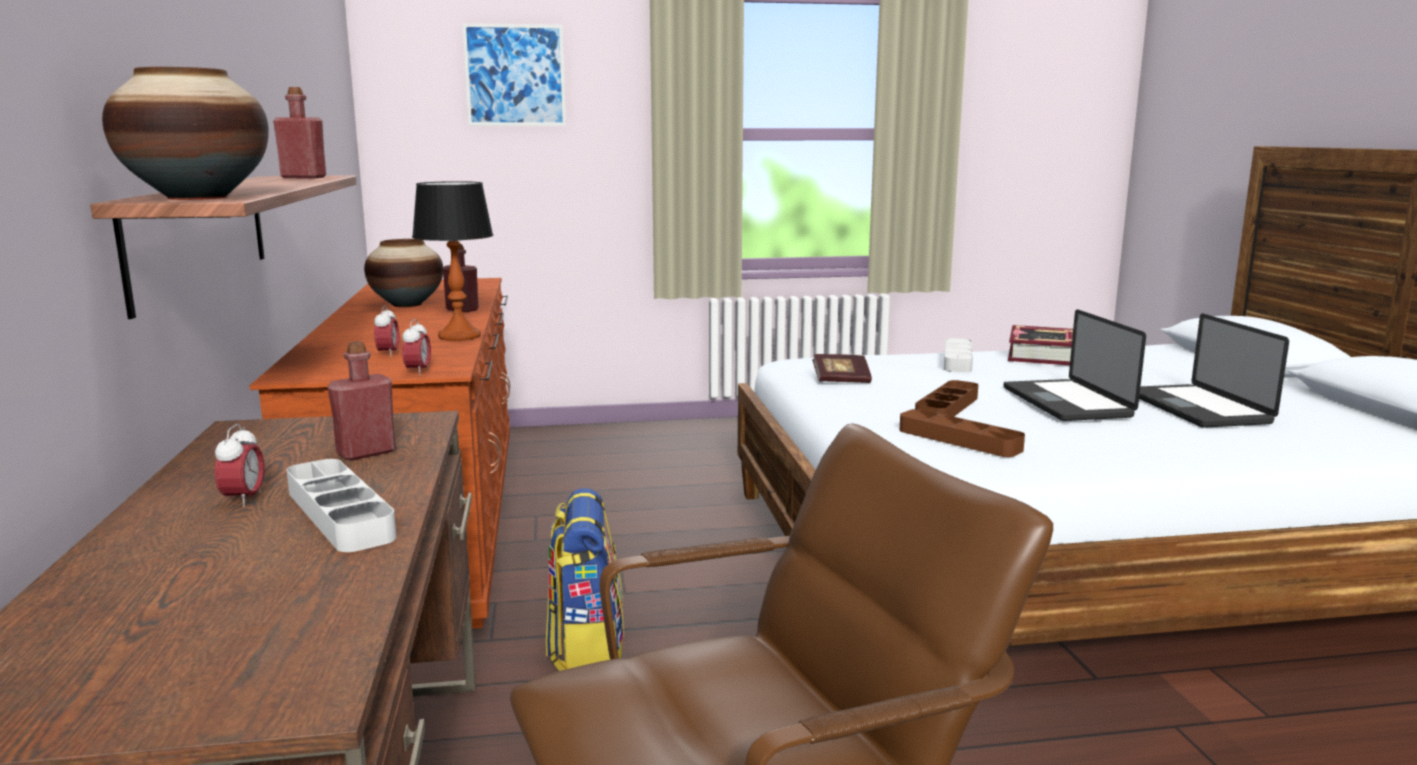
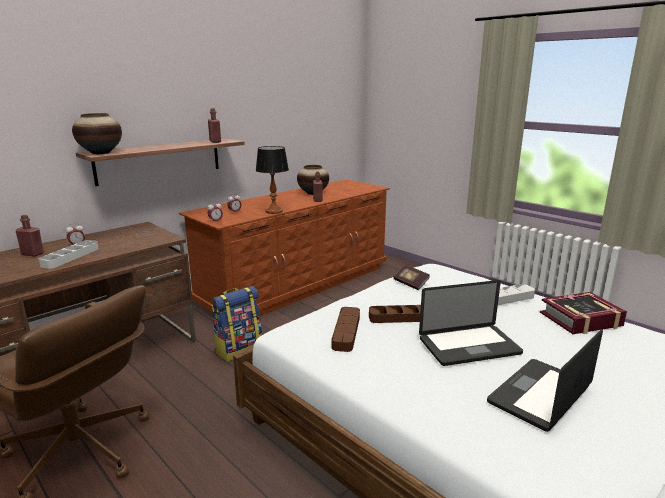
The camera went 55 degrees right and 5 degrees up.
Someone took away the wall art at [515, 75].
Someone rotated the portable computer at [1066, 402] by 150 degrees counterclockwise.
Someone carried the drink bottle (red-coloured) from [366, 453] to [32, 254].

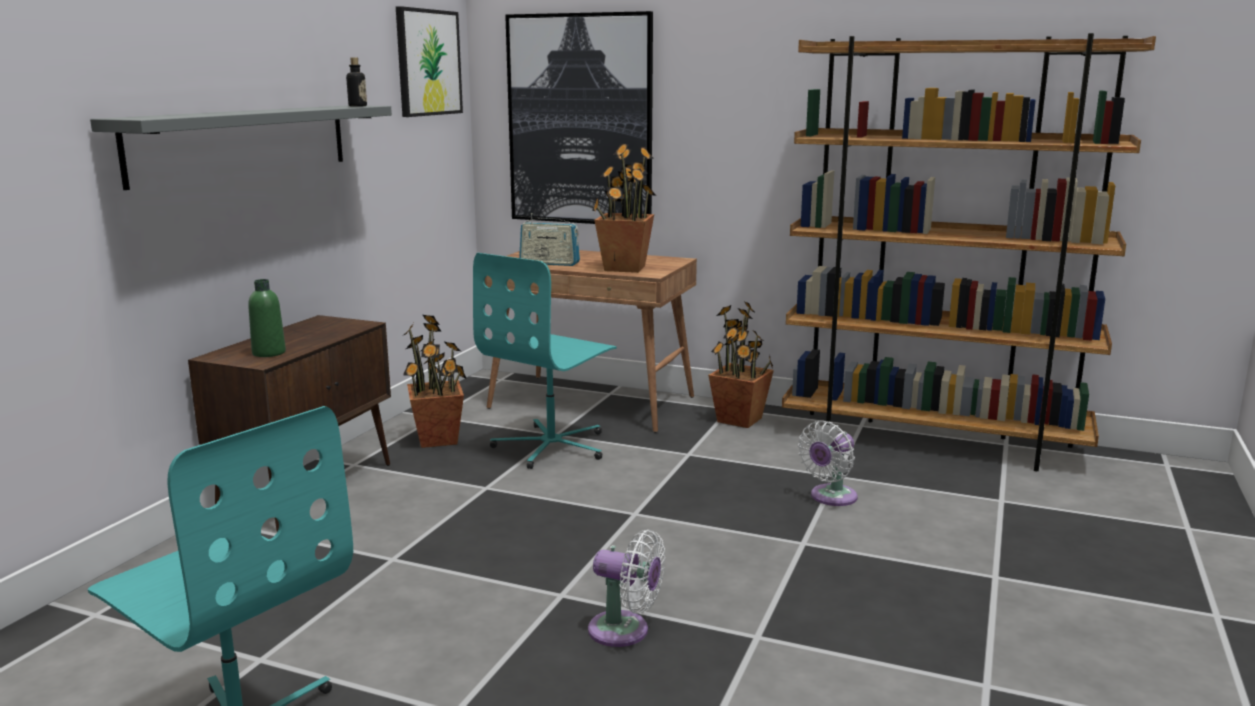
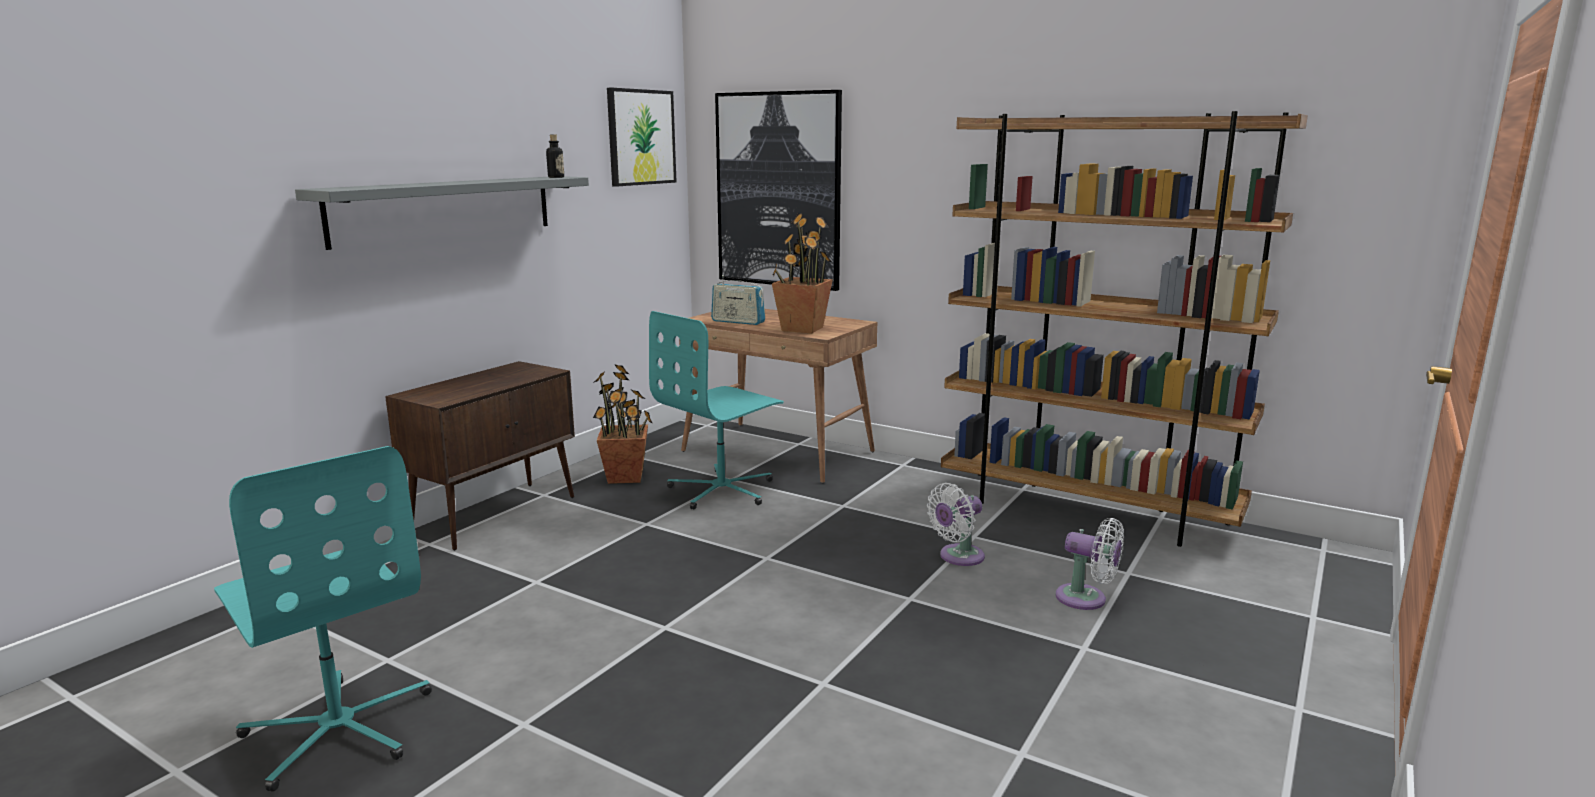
The camera went 10 degrees right and 0 degrees up.
Someone took away the drink bottle (greenish) at [269, 353].
Someone took away the plant in a pot at [739, 420].
Someone carried the fan (white-coloured) from [624, 631] to [1086, 599].

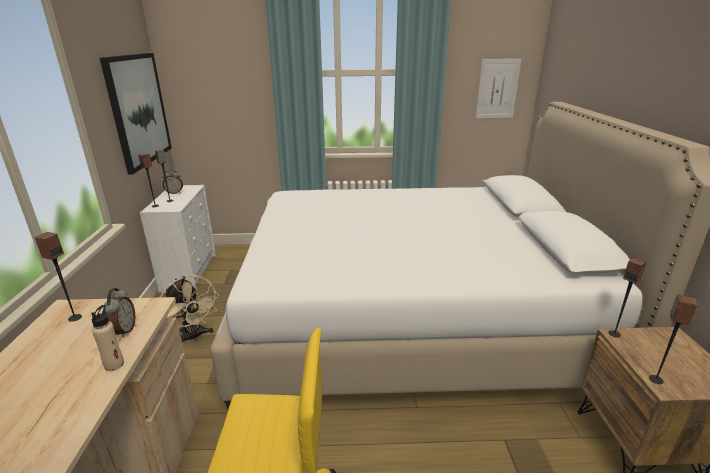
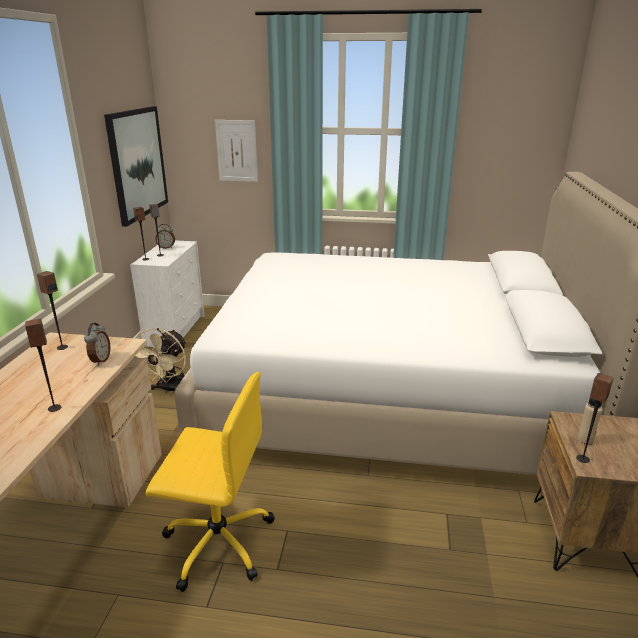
The camera went 10 degrees right and 0 degrees up.
Someone carried the wall art from [497, 89] to [237, 151].
Someone carried the loudspeaker from [614, 334] to [55, 408].
Someone rotated the fan (sand-coloured) at [193, 337] by 45 degrees clockwise.
Someone carried the drink bottle (sand-coloured) from [114, 364] to [585, 440].

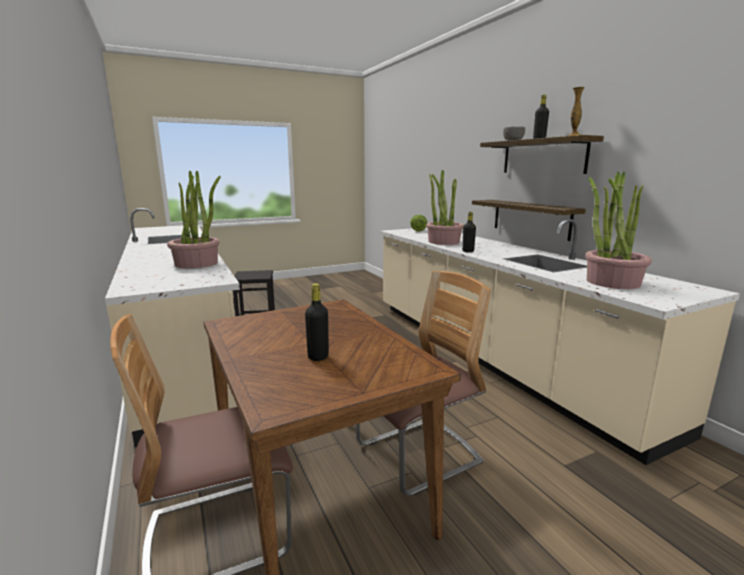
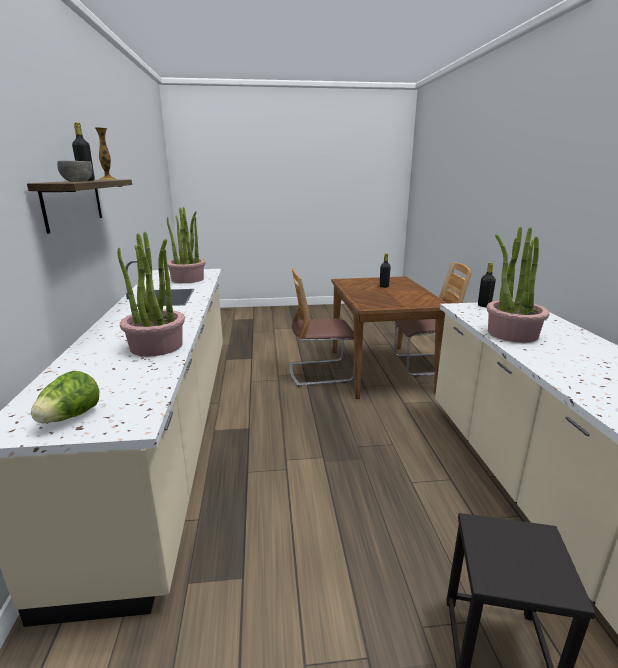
The camera went 160 degrees left and 5 degrees up.
Someone took away the wall shelf at [530, 218].
Someone carried the drink bottle (black-coloured) from [468, 251] to [484, 306].

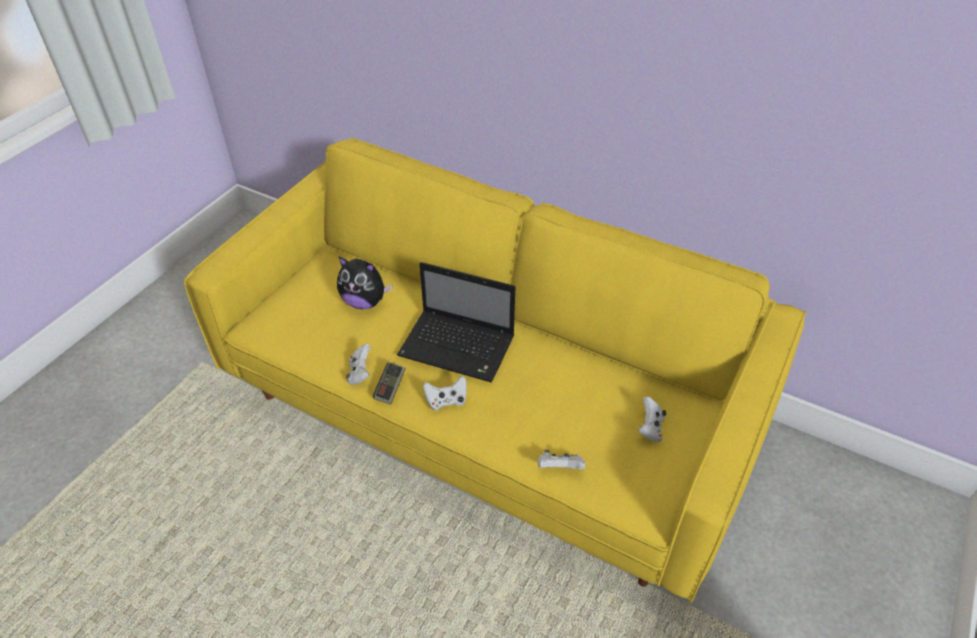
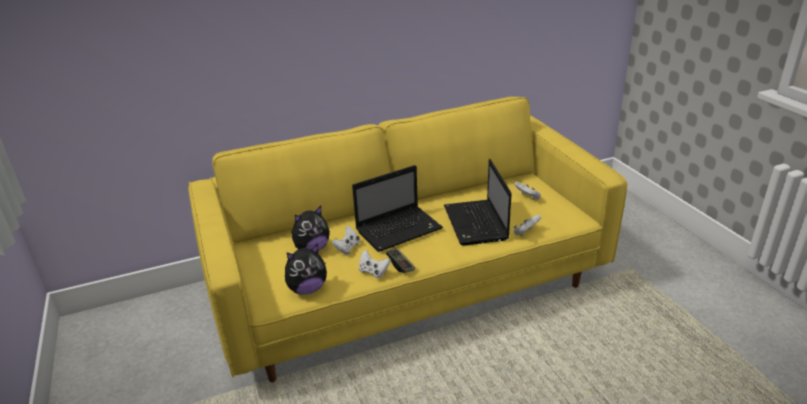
The camera went 50 degrees left and 15 degrees down.
Someone carried the game controller (white-coloured) from [446, 401] to [347, 248].
Someone put down the portable computer at [476, 224].
Someone put down the soft toy at [307, 289].

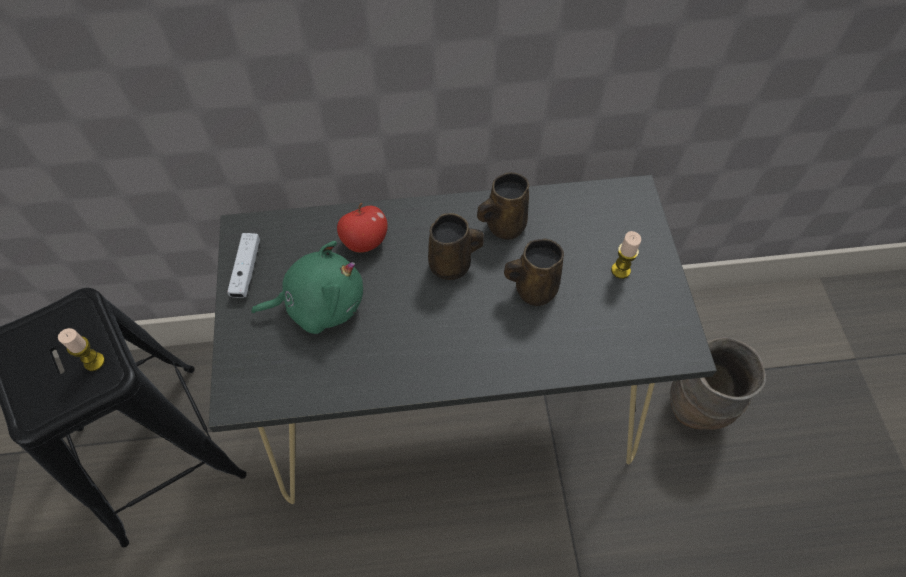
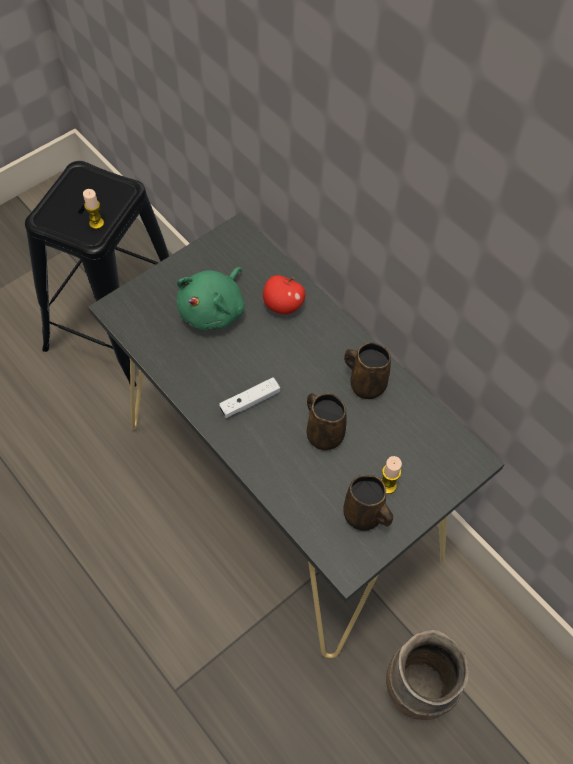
The camera went 55 degrees right and 0 degrees up.
Someone carried the mug (brownish) from [452, 265] to [364, 516].
Someone carried the game controller (white-coloured) from [246, 270] to [250, 401].
Someone rotated the soft toy (greenish) at [320, 304] by 75 degrees clockwise.

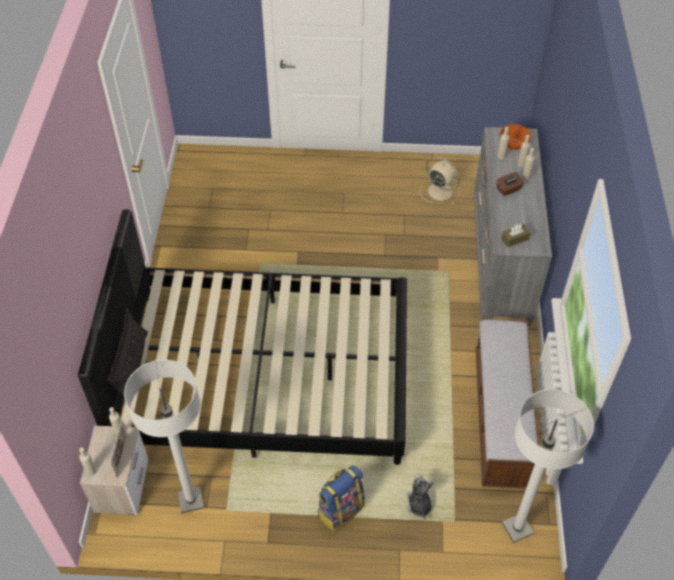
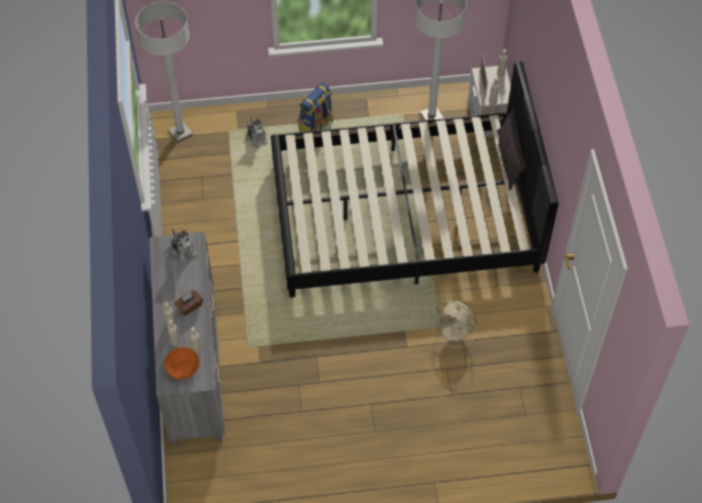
The camera went 170 degrees right and 5 degrees up.
Someone carried the fan (sand-coloured) from [439, 191] to [455, 329].
Someone swapped the tissue box (brownish) at [514, 239] for the soft toy at [184, 250].
Someone took away the indoor bench at [501, 418].

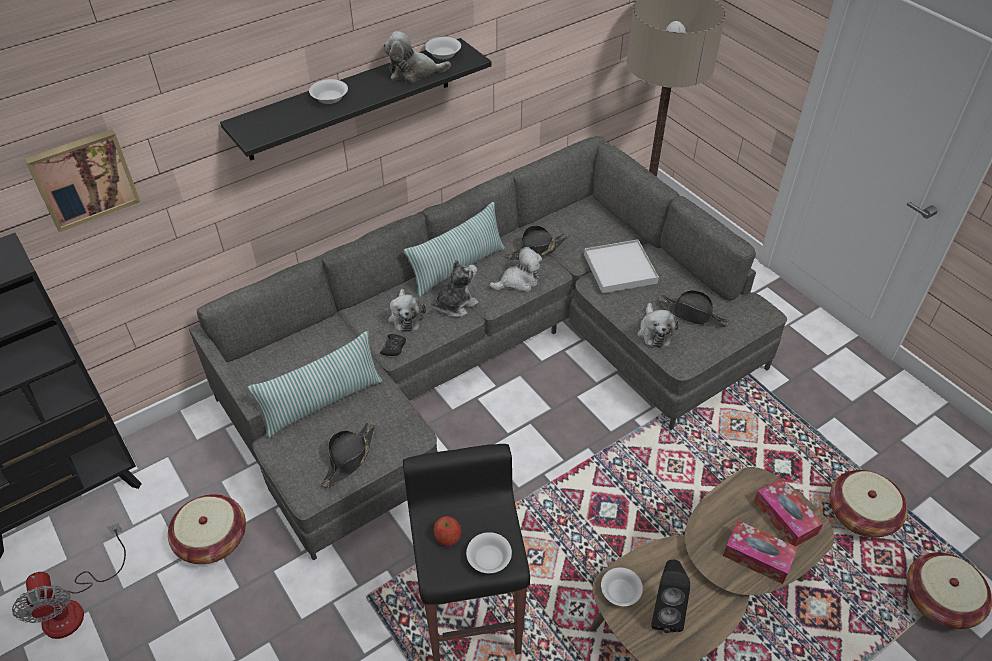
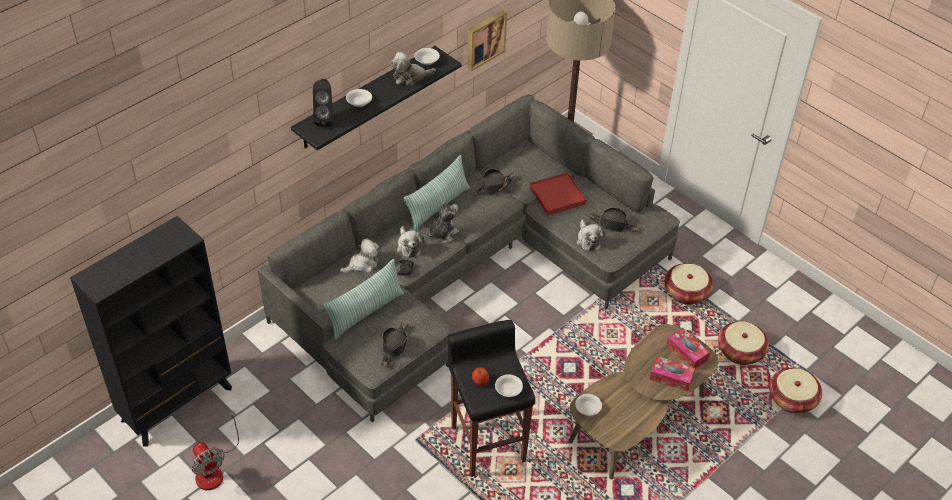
The camera went 10 degrees left and 0 degrees up.
Someone carried the wall art from [83, 178] to [485, 39].
Someone repainted the serving tray (white-coloured) at [620, 269], which became the serving tray (red-coloured) at [557, 196].
Someone carried the soft toy from [518, 281] to [362, 264].
Someone carried the basket from [212, 540] to [686, 292].
Someone carried the loudspeaker (black-coloured) from [665, 611] to [325, 119].

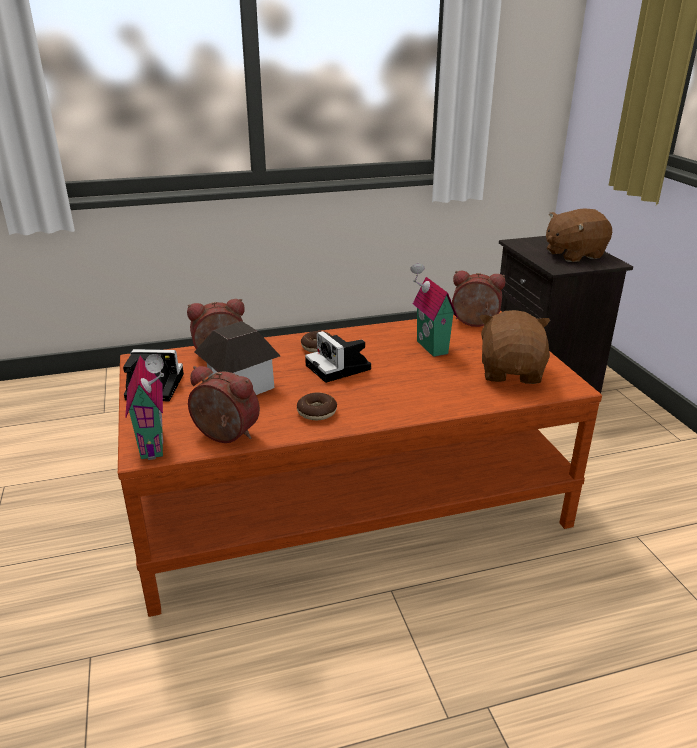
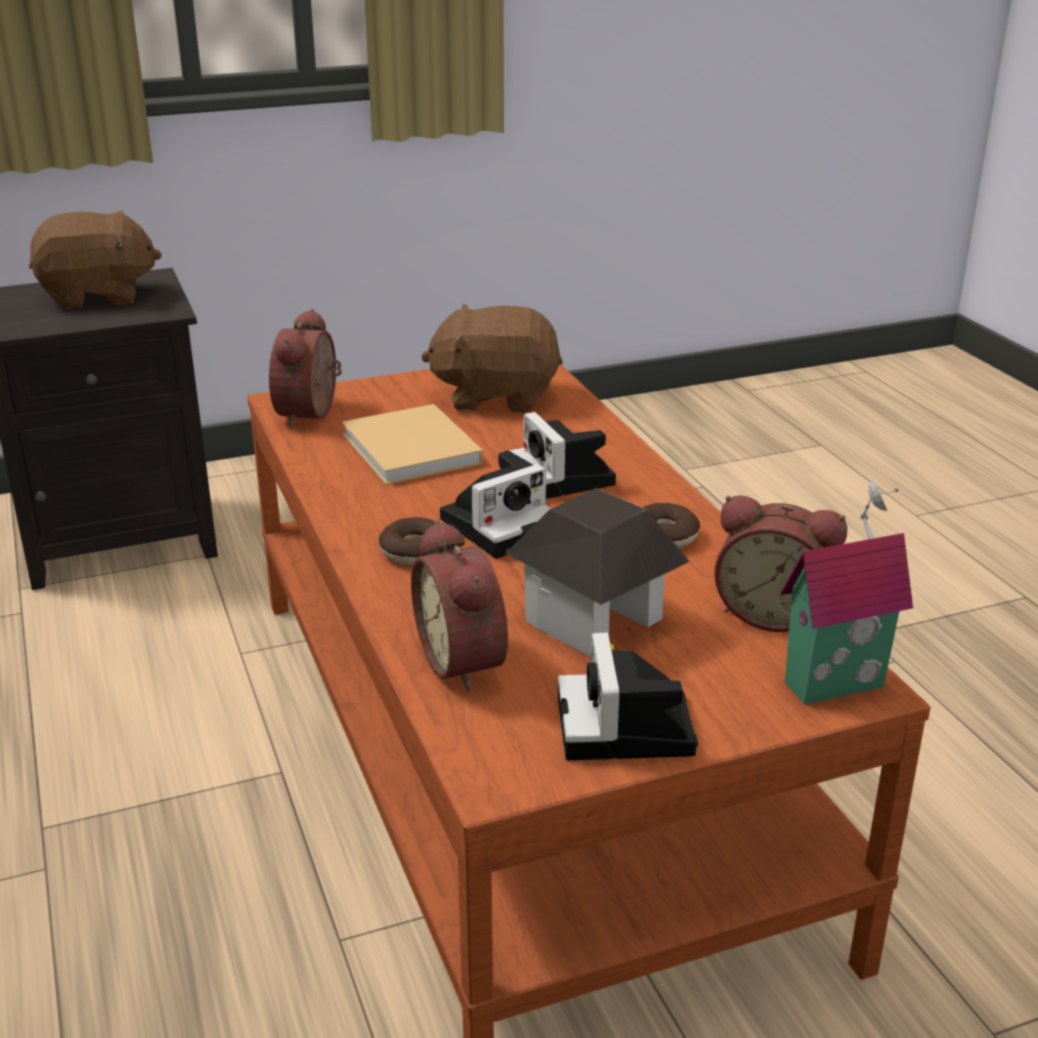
The camera went 95 degrees left and 0 degrees up.
Someone rotated the soft toy (brownish) at [573, 254] by 75 degrees counterclockwise.
Someone swapped the toy house at [429, 347] for the book (sand-coloured) at [412, 451].
Someone rotated the table clock at [224, 436] by 90 degrees counterclockwise.
Someone put down the photo camera at [561, 479].

